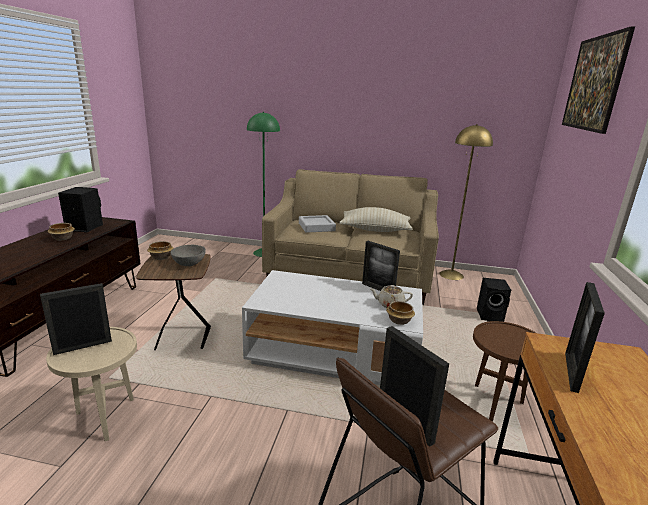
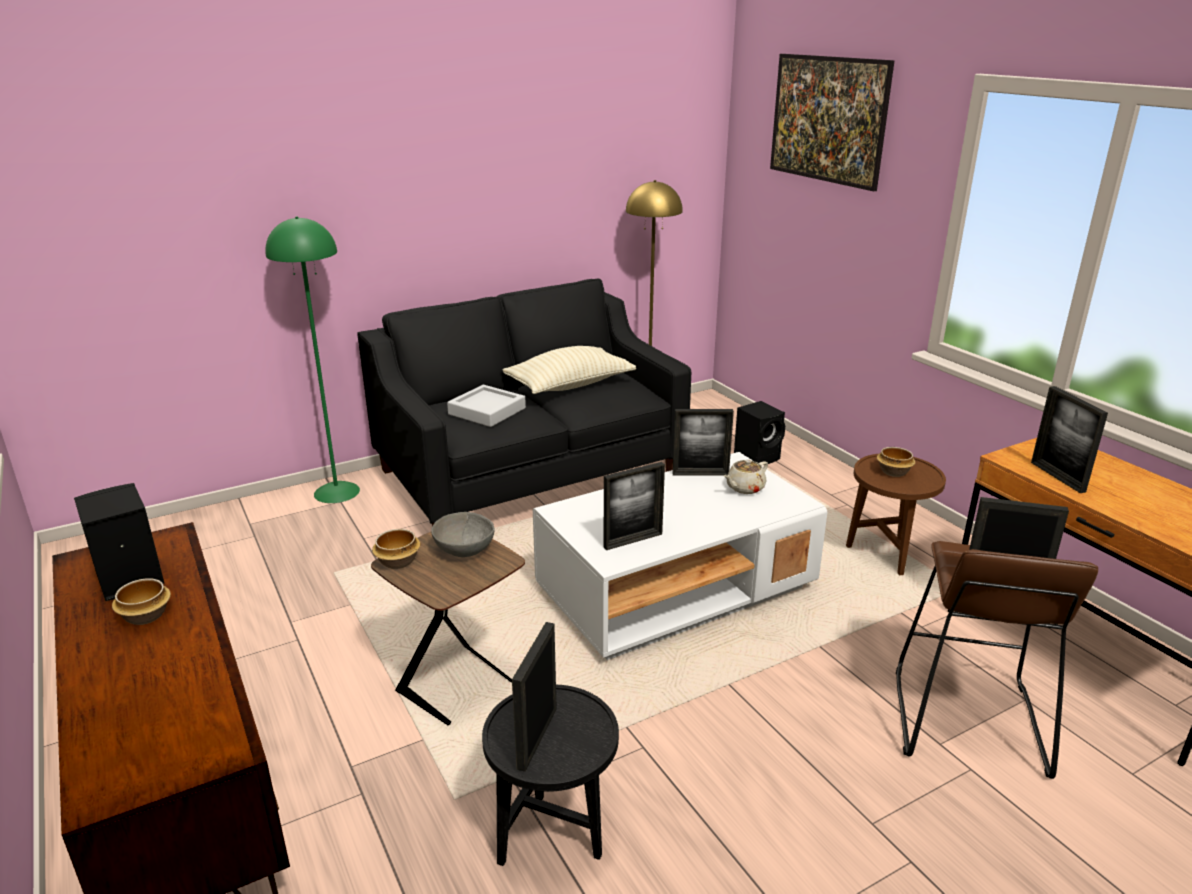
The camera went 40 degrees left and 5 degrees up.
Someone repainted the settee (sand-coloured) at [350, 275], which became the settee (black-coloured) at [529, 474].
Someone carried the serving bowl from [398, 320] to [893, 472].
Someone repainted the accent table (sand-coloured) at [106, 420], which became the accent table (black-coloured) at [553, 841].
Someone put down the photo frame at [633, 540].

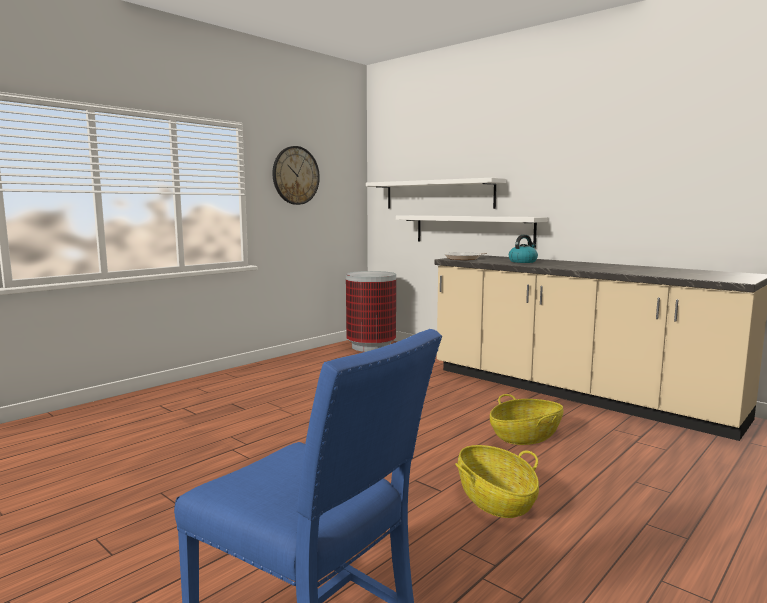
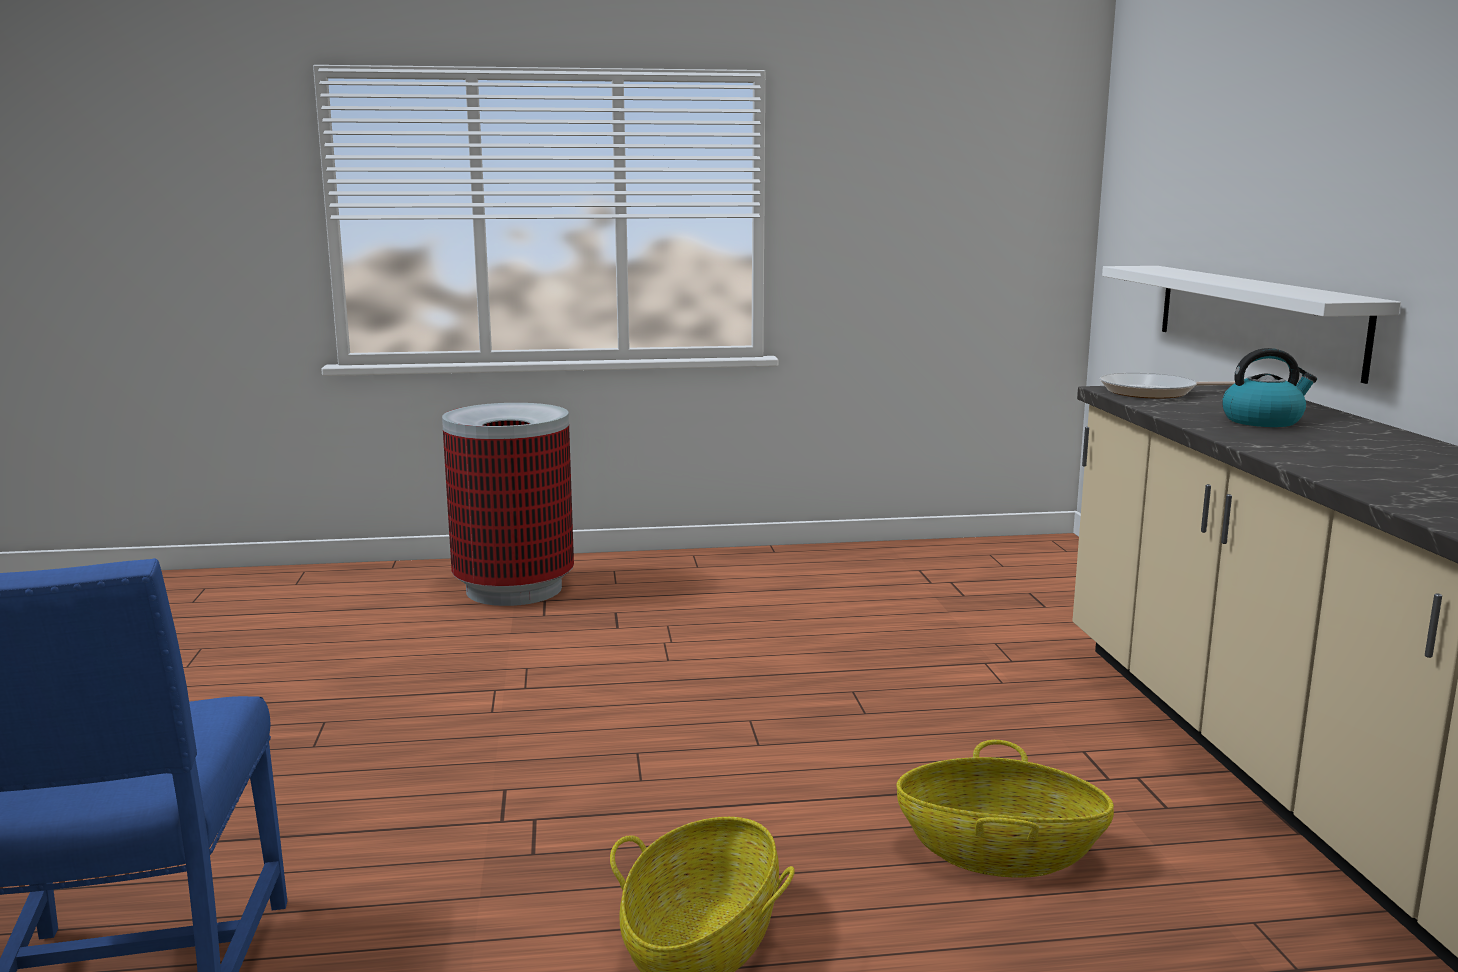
The camera went 40 degrees right and 5 degrees up.
Someone took away the clock on the wall at [295, 175].
Someone took away the wall shelf (white-coloured) at [438, 194].
Someone carried the rubbish bin from [371, 346] to [515, 589].

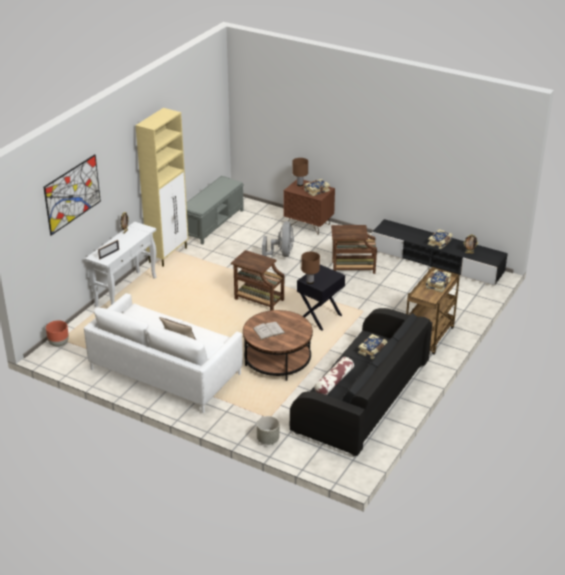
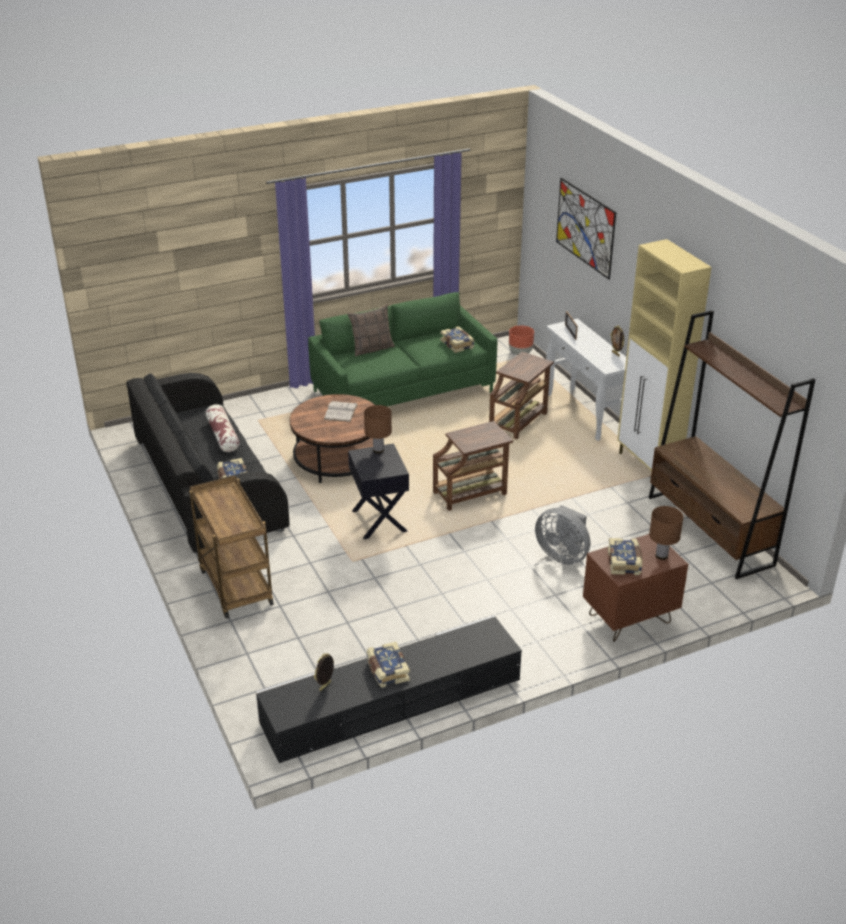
The camera went 125 degrees right and 0 degrees up.
Someone swapped the indoor bench (greyish) at [213, 223] for the bookshelf (brownish) at [709, 531].
Someone carried the accent table (brownish) from [352, 267] to [519, 421].
Someone carried the book from [437, 284] to [457, 344].
Someone repainted the settee (white-coloured) at [165, 371], which became the settee (greenish) at [403, 392].
Someone took away the planter (greyish) at [268, 439].

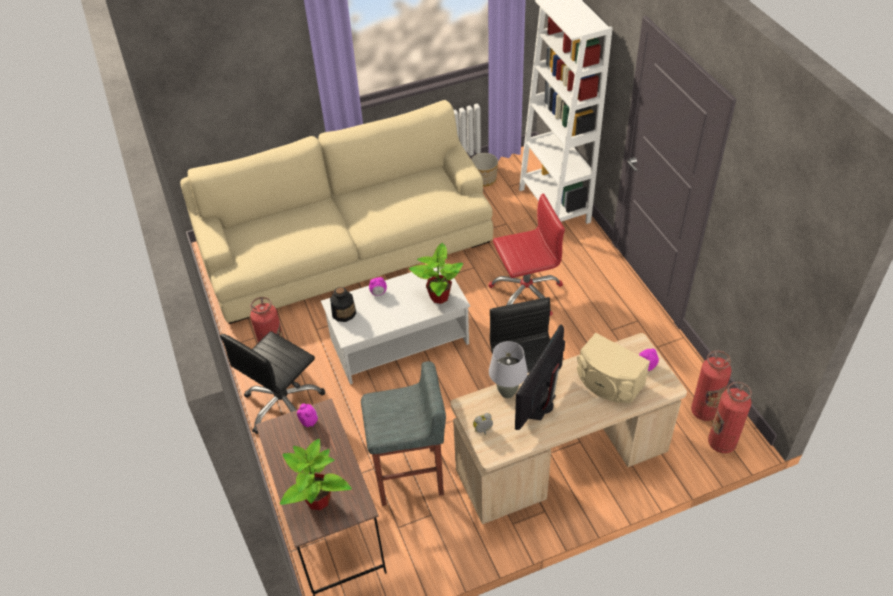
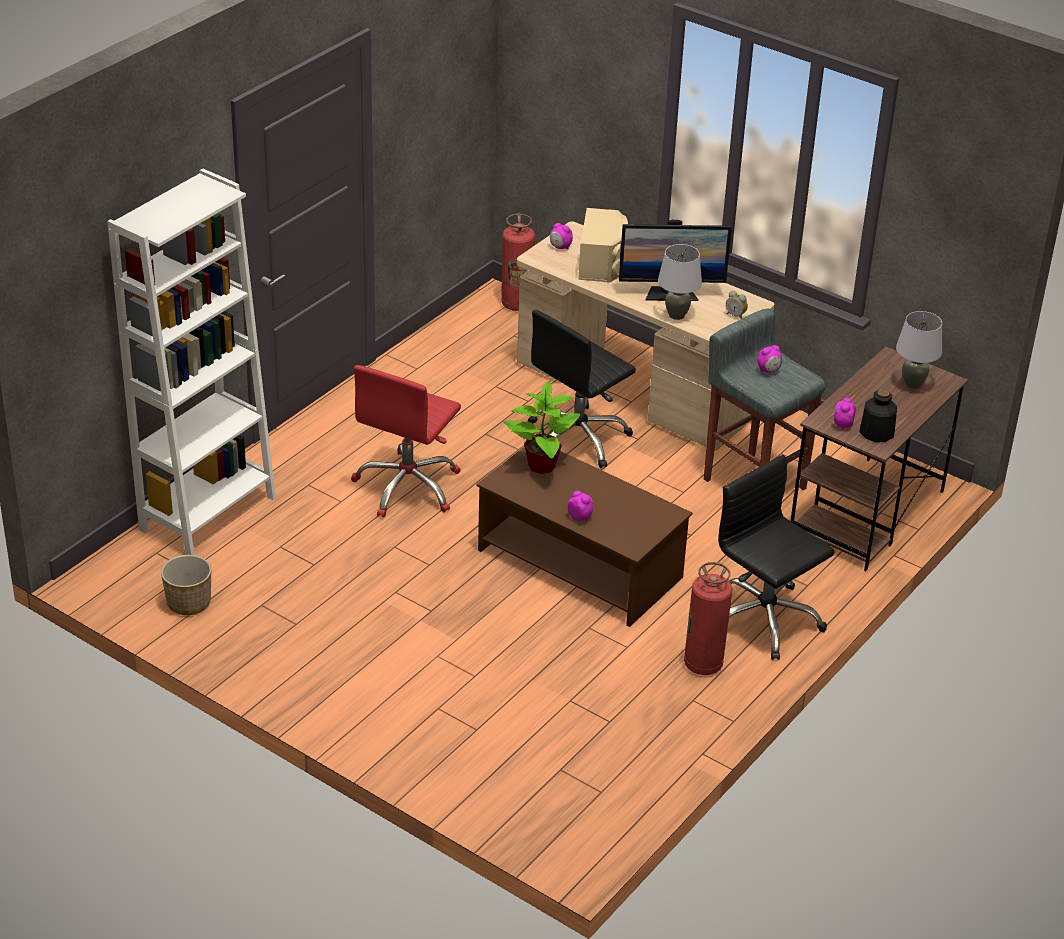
The camera went 125 degrees left and 10 degrees down.
Someone took away the settee (sand-coloured) at [348, 248].
Someone rotated the computer chair (red-coloured) at [526, 293] by 105 degrees counterclockwise.
Someone repainted the coffee table (white-coloured) at [400, 340], which became the coffee table (brownish) at [578, 563].
Someone carried the drink bottle from [344, 313] to [876, 432].
Someone rotated the computer chair (black-coloured) at [283, 404] by 135 degrees counterclockwise.
Someone took away the fire extinguisher at [704, 411].
Someone swapped the plant in a pot at [318, 500] for the tabletop lamp (greyish) at [913, 384].
Someone put down the table clock at [768, 370].

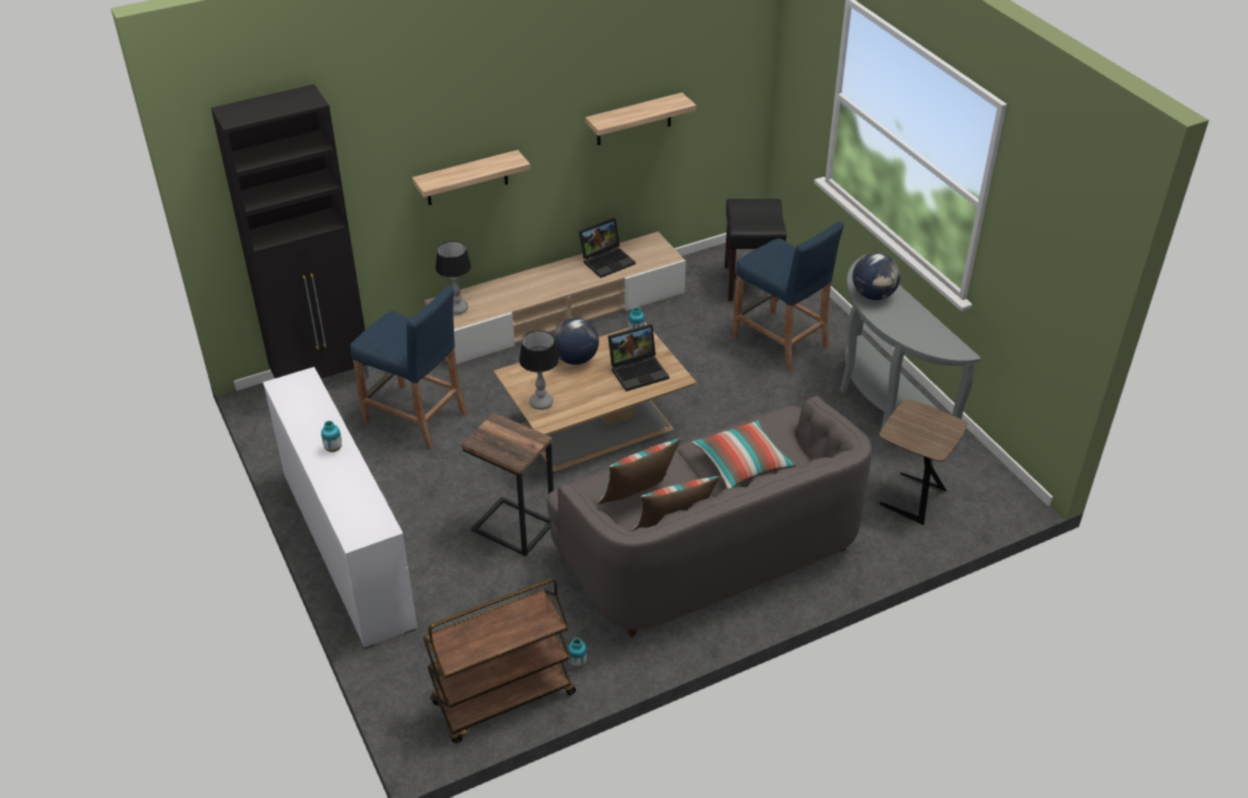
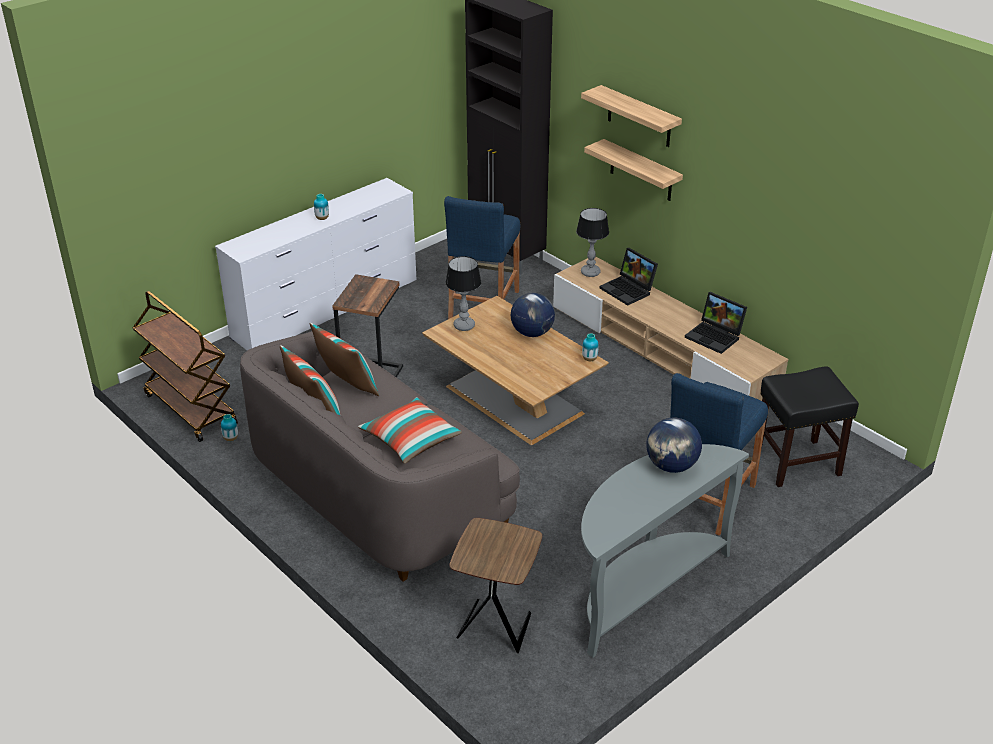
The camera went 75 degrees right and 5 degrees down.
Someone carried the wall shelf from [634, 119] to [639, 117].
Someone carried the portable computer from [639, 370] to [629, 290].

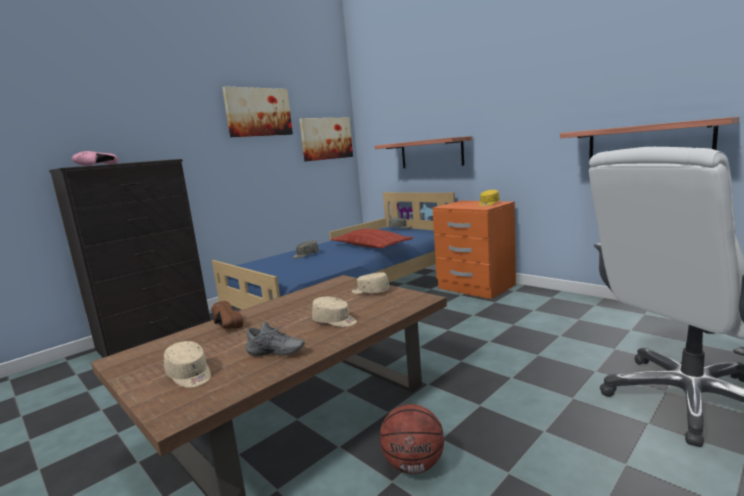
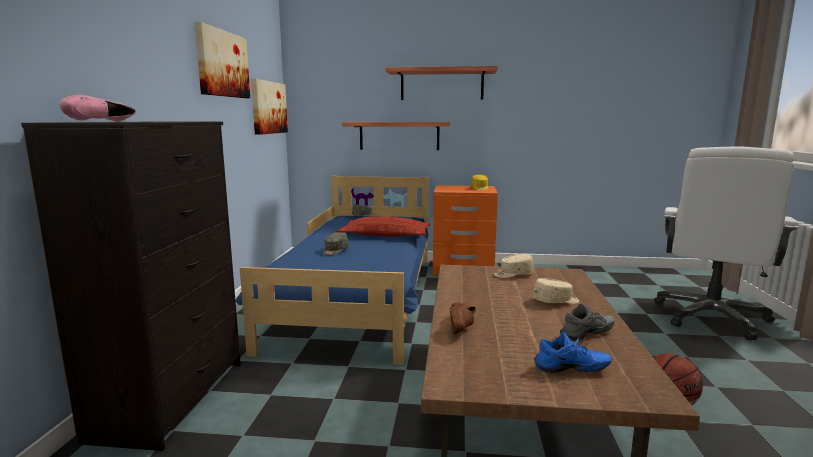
The camera went 40 degrees left and 0 degrees up.
Someone carried the wall shelf from [647, 144] to [442, 85].
Someone rotated the low shoe (brownish) at [223, 325] by 90 degrees counterclockwise.
Someone swapped the baseball cap (sand-coloured) at [190, 375] for the low shoe (blue-coloured) at [571, 370].

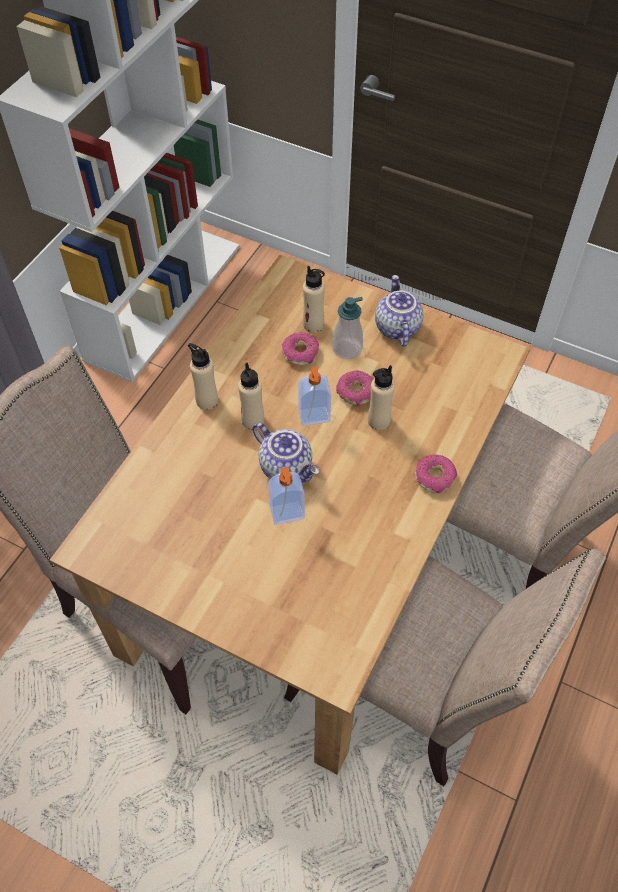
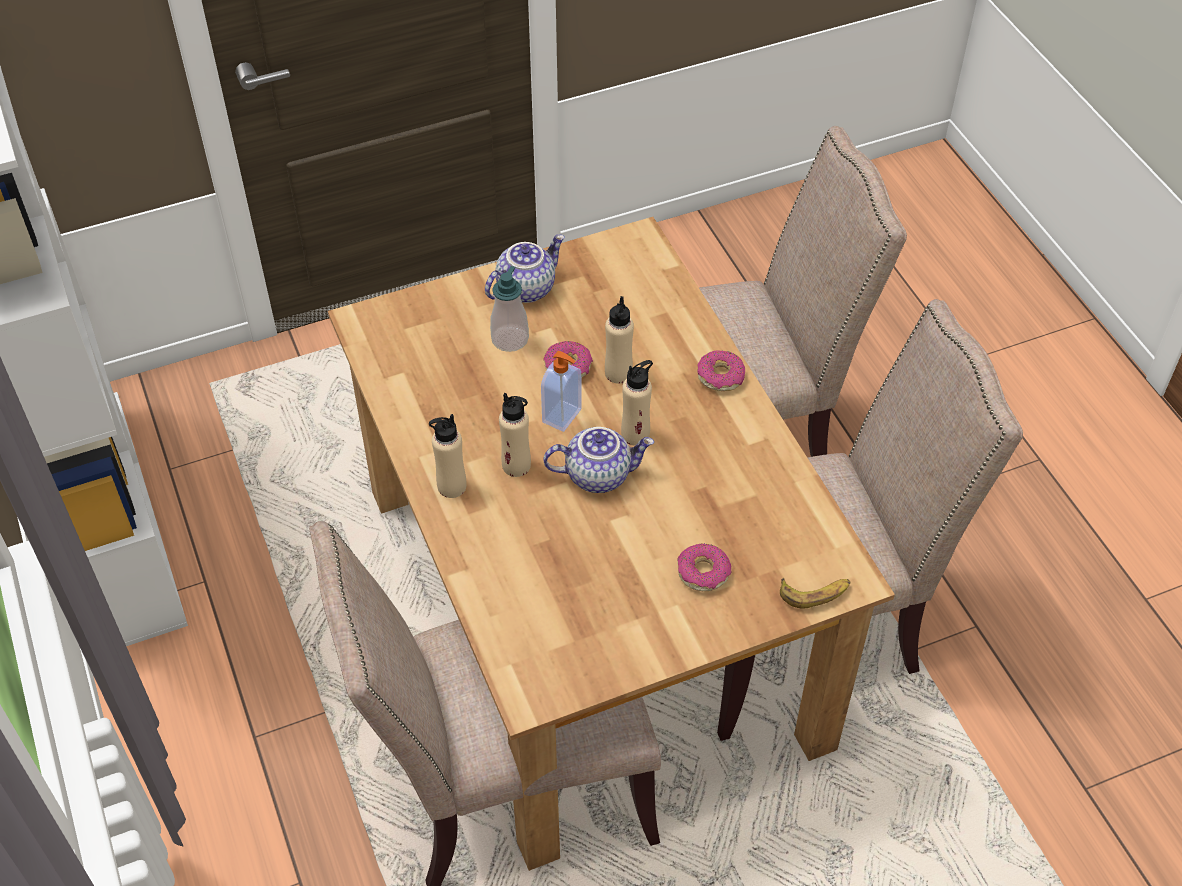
The camera went 50 degrees left and 5 degrees down.
Someone carried the drink bottle (sand-coloured) from [313, 324] to [635, 434].
Someone rotated the pot for tea at [396, 327] by 105 degrees clockwise.
Someone carried the ring doughnut from [300, 353] to [703, 572].
Someone took away the soap bottle at [287, 514].
Someone put down the banana fruit at [815, 593].

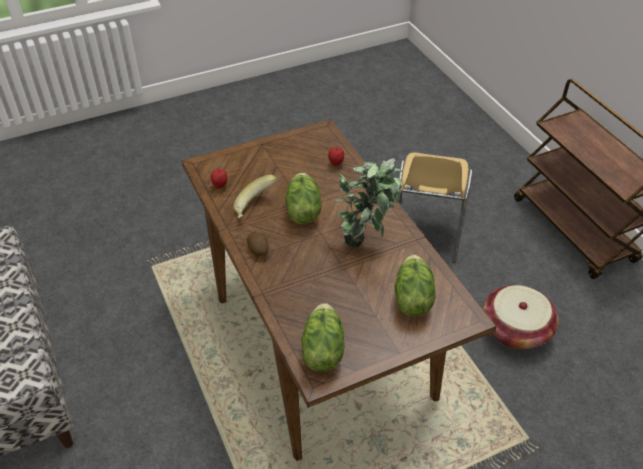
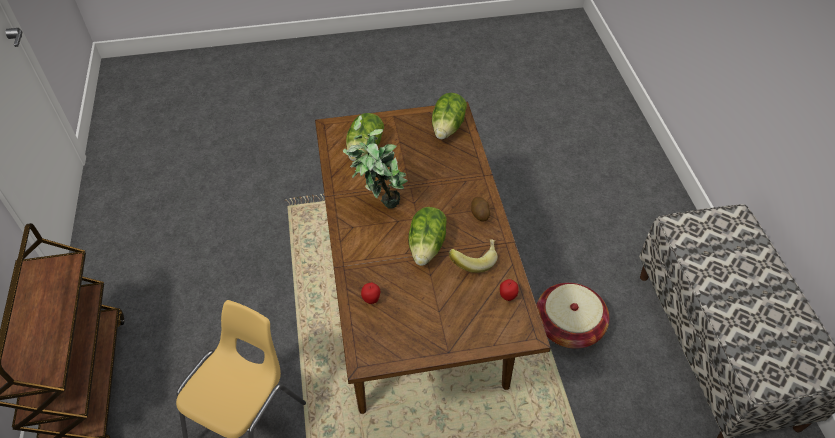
The camera went 165 degrees left and 5 degrees up.
Someone carried the basket from [515, 329] to [568, 326].

